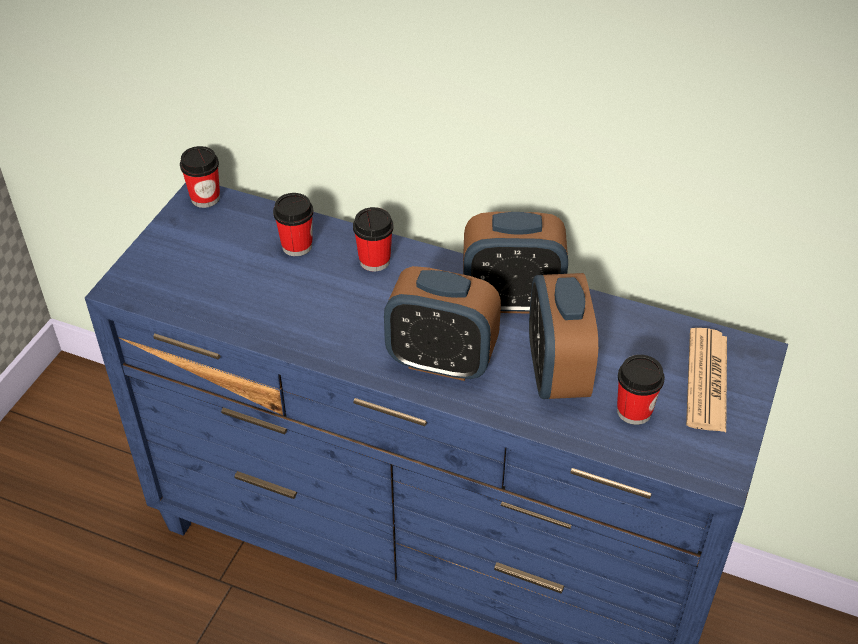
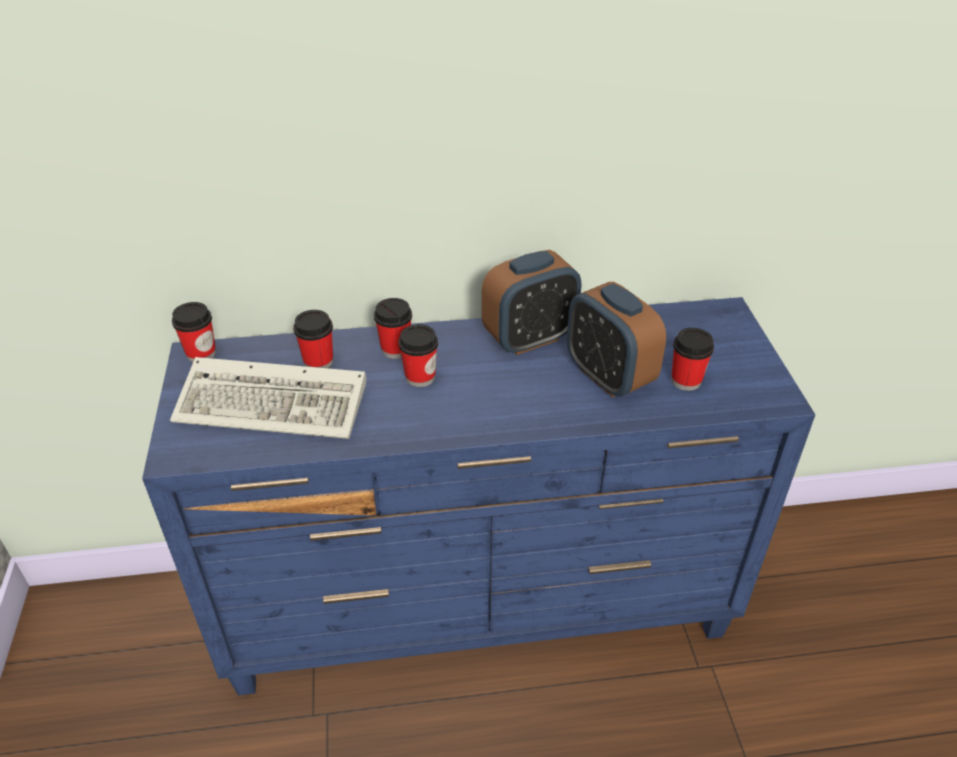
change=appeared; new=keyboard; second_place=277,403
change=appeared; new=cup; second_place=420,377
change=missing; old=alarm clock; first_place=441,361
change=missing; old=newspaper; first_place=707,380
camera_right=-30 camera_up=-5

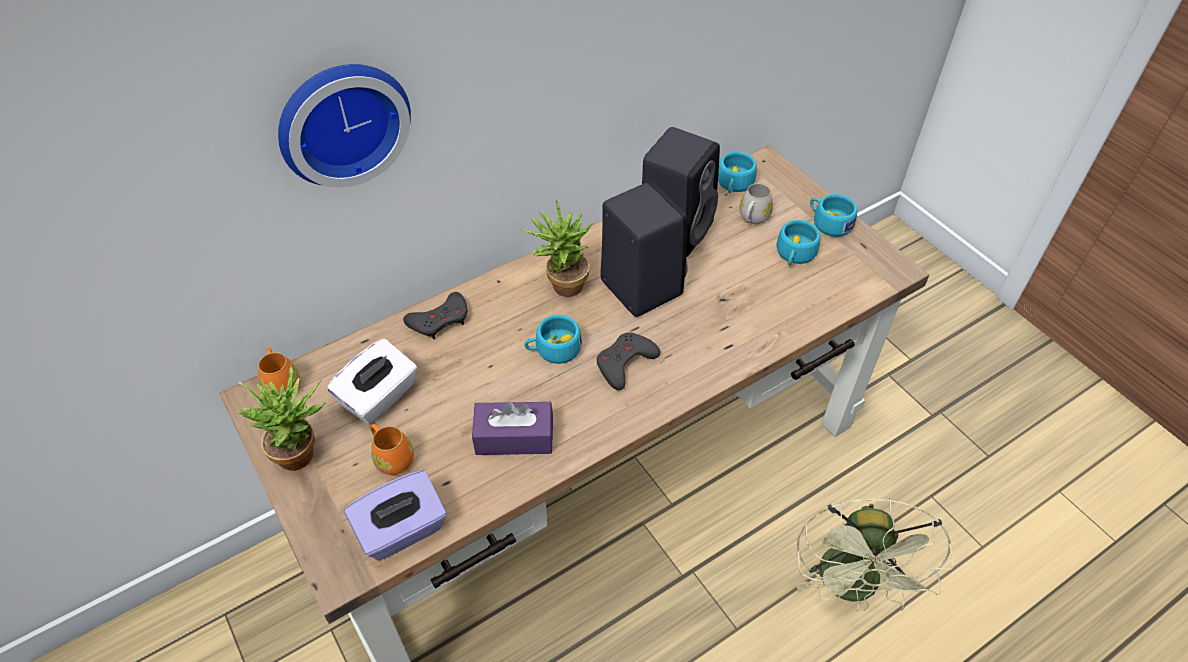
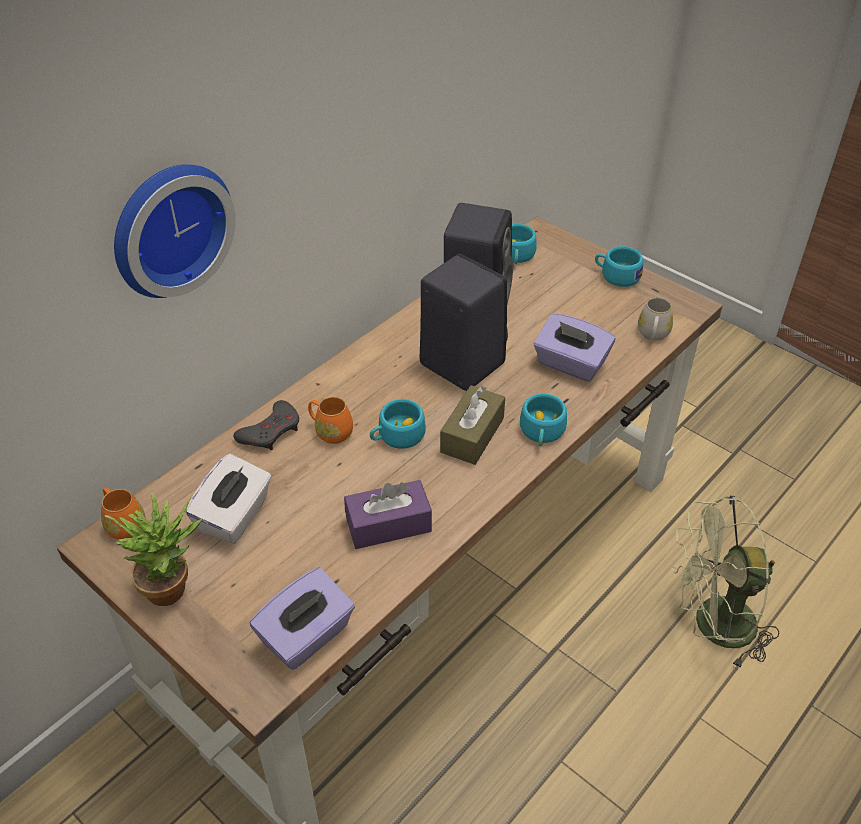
change=relocated; old=orange mug; first_place=391,457; second_place=330,431
change=exchanged; old=grey game controller; new=brown tissue box; first_place=625,363; second_place=472,435
change=relocated; old=turquoise cup; first_place=794,255; second_place=541,433
change=appeared; new=purple tissue box; second_place=570,364
change=relocated; old=white mug; first_place=752,218; second_place=652,335
change=spun; old=green fan; first_place=852,588; second_place=712,627; degrees=90
change=missing; old=potted plant; first_place=561,285
camera_right=-15 camera_up=-5

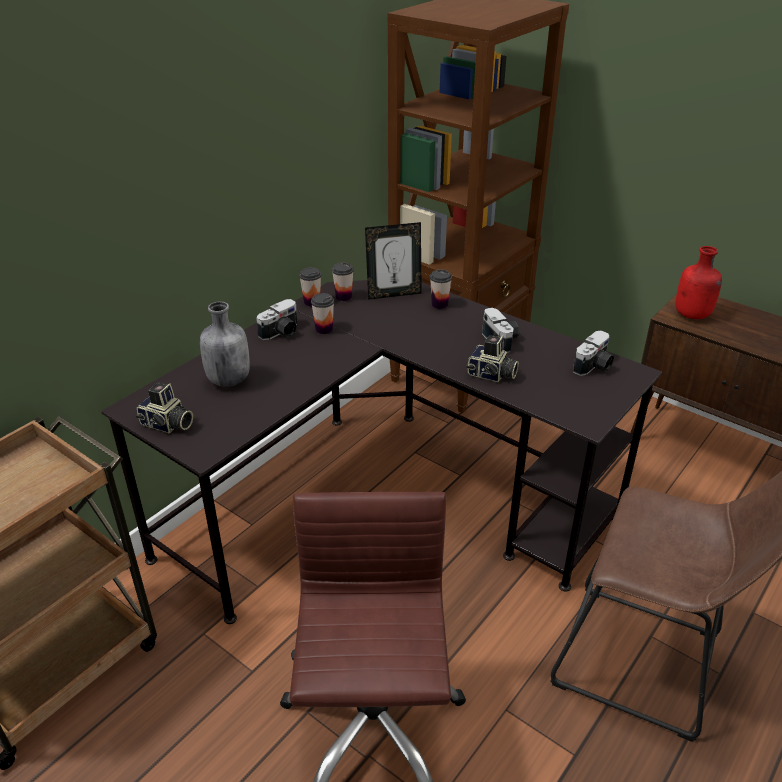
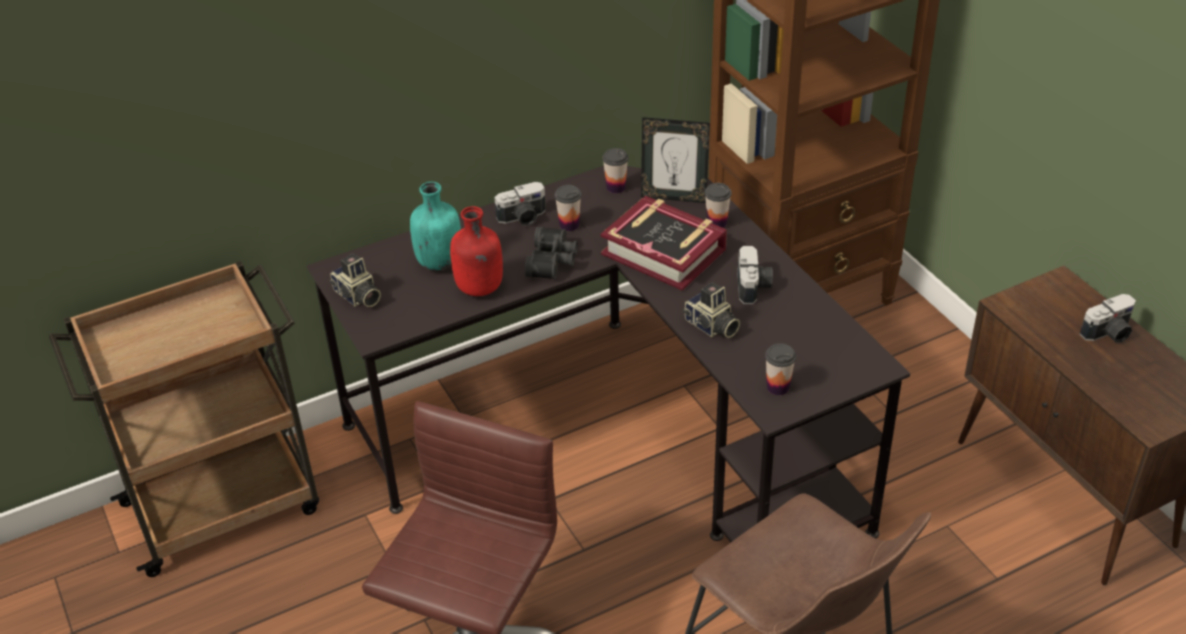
change=colour; old=grey bottle; new=turquoise bottle; first_place=228,379; second_place=439,261
change=relocated; old=red bottle; first_place=692,315; second_place=479,288
change=appeared; new=black binoculars; second_place=553,261
change=appeared; new=book; second_place=664,251
change=relocated; old=cup; first_place=312,302; second_place=778,387
change=relocated; old=photo camera; first_place=594,366; second_place=1109,333
camera_right=25 camera_up=5

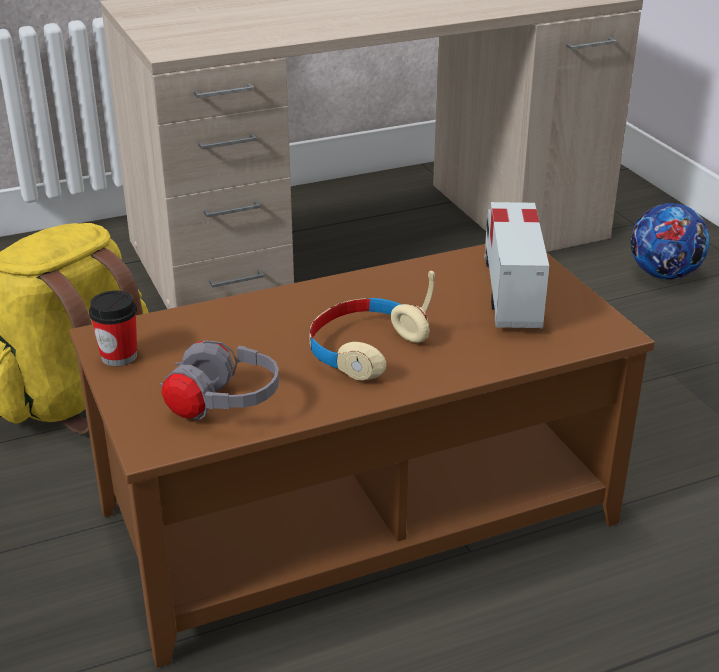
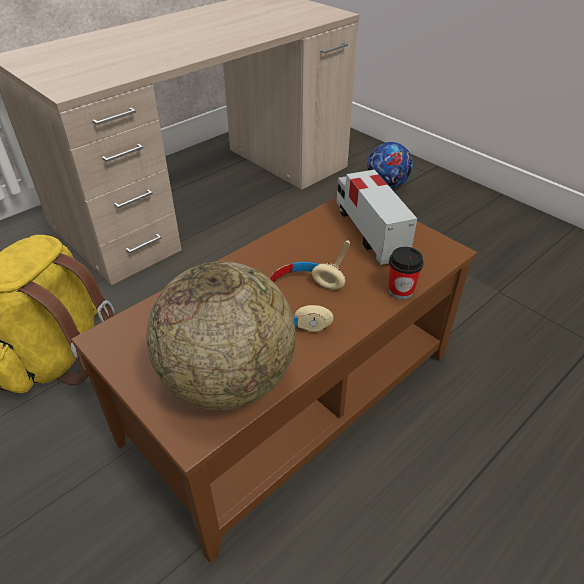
change=exchanged; old=grey headphones; new=globe; first_place=223,406; second_place=228,381
change=relocated; old=cup; first_place=119,356; second_place=400,291
camera_right=-20 camera_up=10

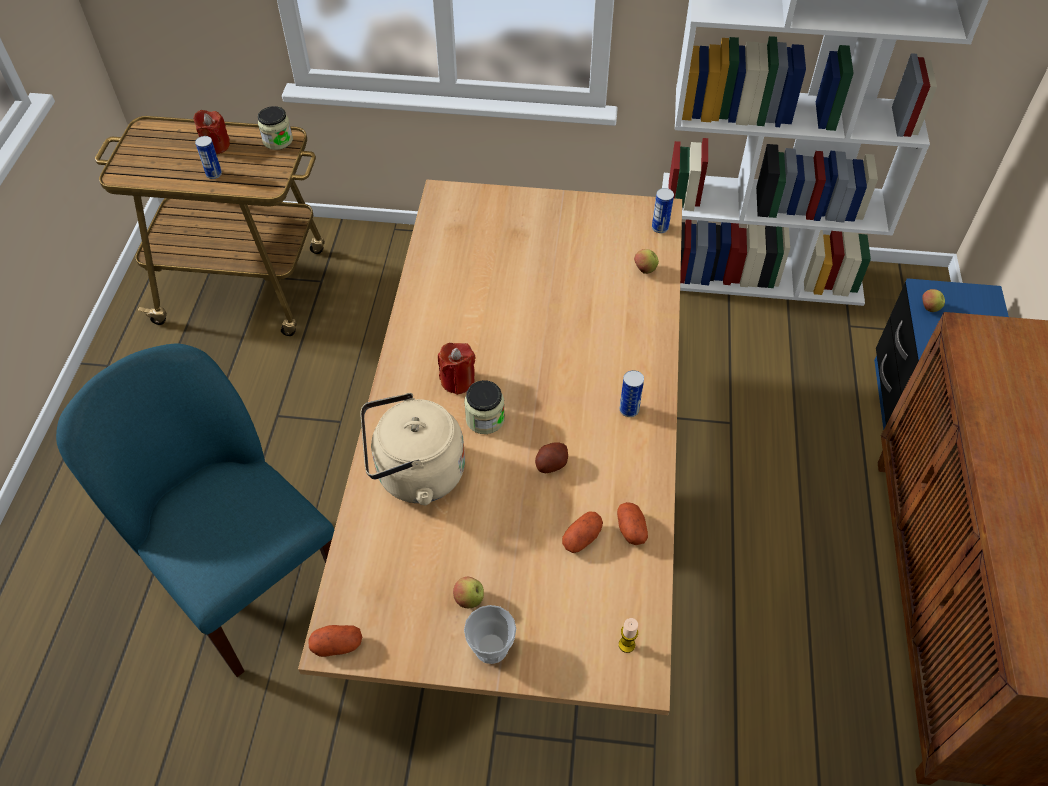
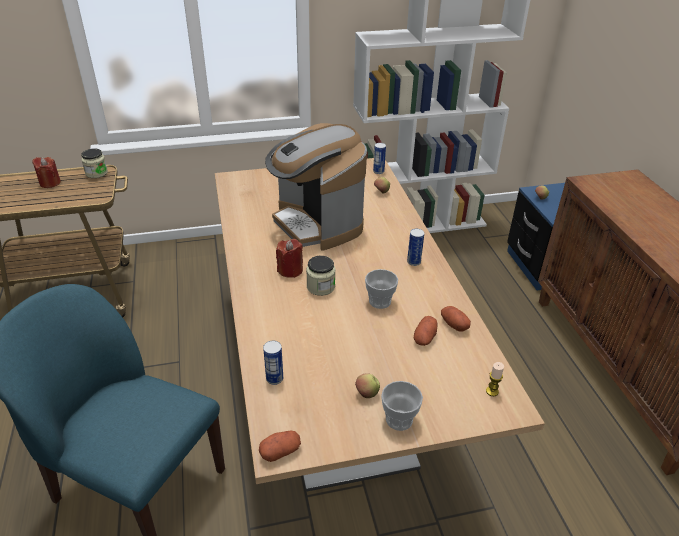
change=relocated; old=can; first_place=214,174; second_place=274,378
change=appeared; new=coffee machine; second_place=317,224
change=exchanged; old=potato; new=cup; first_place=551,464; second_place=380,301
change=missing; old=beige kettle; first_place=415,474
camera_right=-20 camera_up=-15

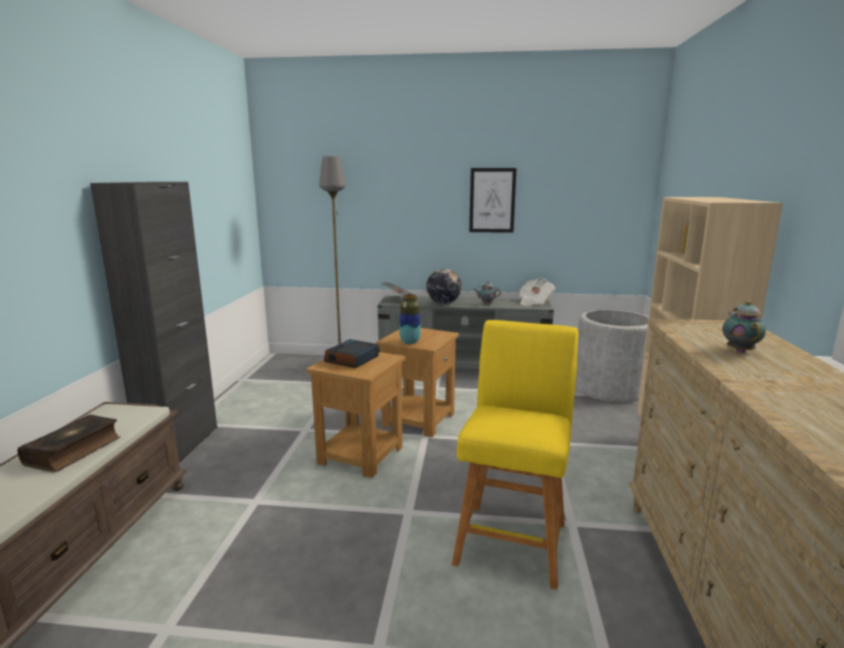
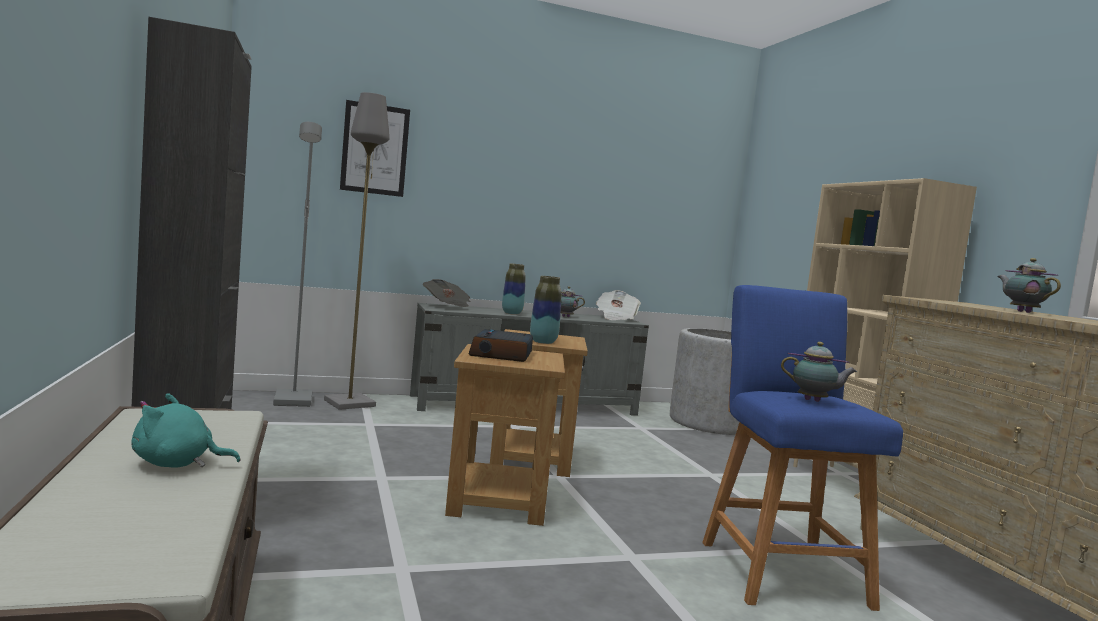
change=exchanged; old=book; new=turquoise plush toy; first_place=74,451; second_place=177,464
change=appeared; new=grey floor lamp; second_place=294,401
change=relocated; old=picture; first_place=492,200; second_place=375,149
change=exchanged; old=globe; new=vase; first_place=443,303; second_place=512,313
change=colour; old=yellow stool; new=blue stool; first_place=512,539; second_place=780,569
change=appeared; new=teapot; second_place=814,401
camera_right=-25 camera_up=-10

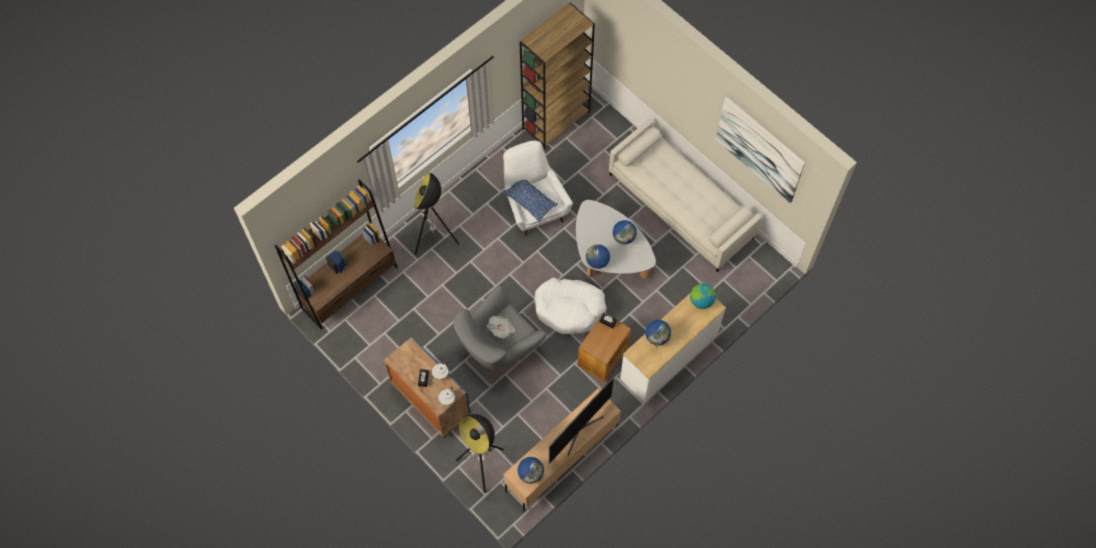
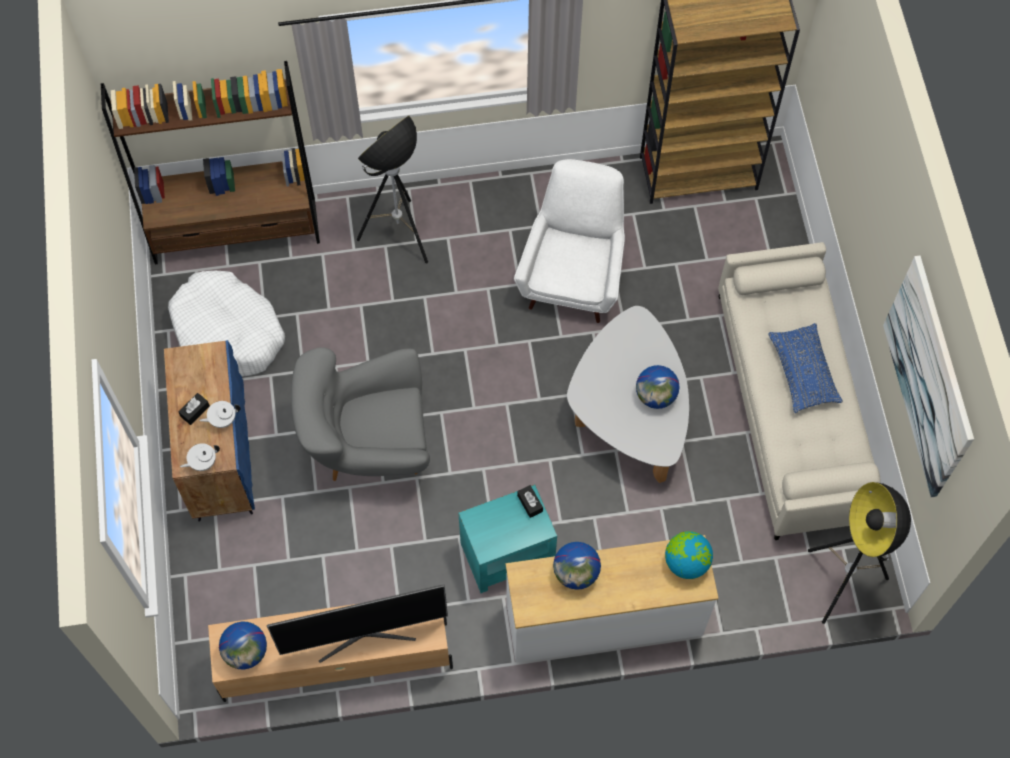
change=relocated; old=white dog bed; first_place=569,309; second_place=228,332
change=colour; old=brown side table; new=turquoise side table; first_place=602,356; second_place=506,554
change=relocated; old=blue pillow; first_place=530,201; second_place=803,372
change=relocated; old=floor lamp; first_place=482,466; second_place=842,583
change=missing; old=newspaper; first_place=501,329
change=missing; old=globe; first_place=597,261
camera_right=35 camera_up=0

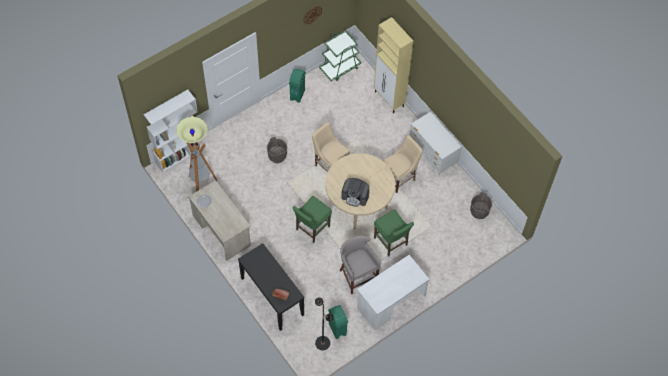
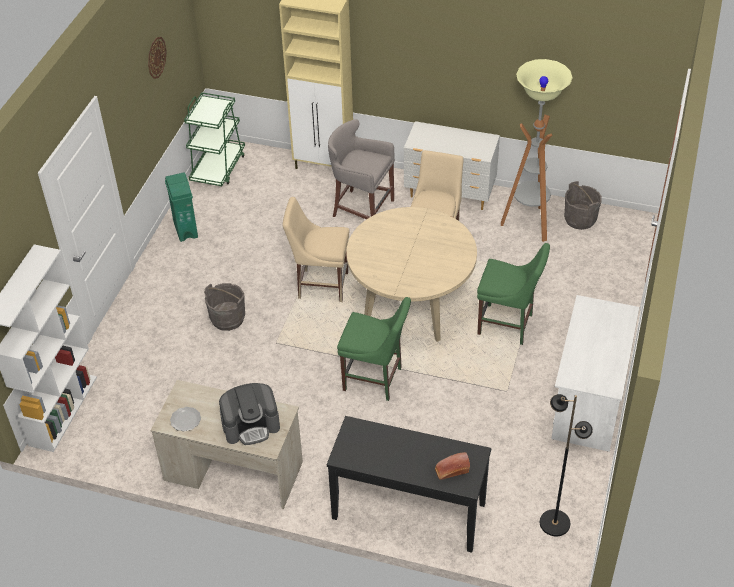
change=relocated; old=coffee machine; first_place=355,196; second_place=251,425
change=relocated; old=grey stool; first_place=357,275; second_place=361,208
change=spun; old=green chair; first_place=311,229; second_place=375,380; degrees=-75
change=relocated; old=floor lamp; first_place=201,184; second_place=529,224
change=missing; old=green trash can; first_place=337,329
camera_right=-35 camera_up=-15

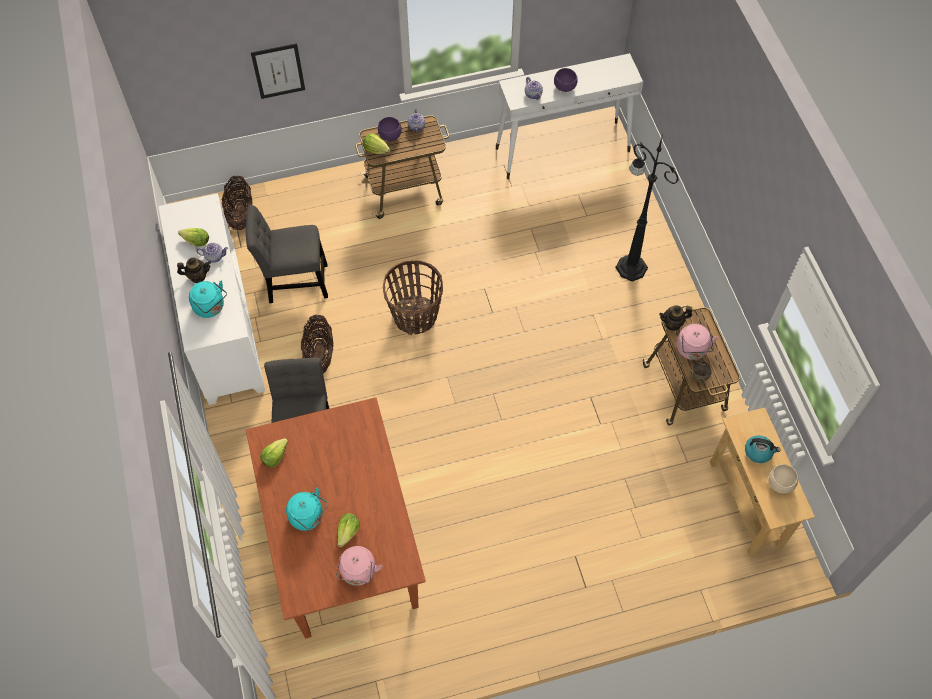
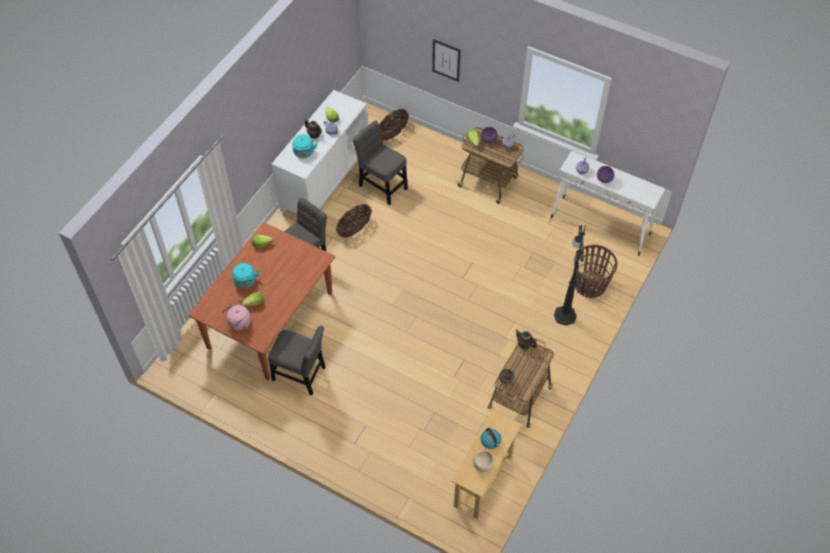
change=appeared; new=grey chair; second_place=301,375
change=relocated; old=basket; first_place=415,316; second_place=590,285
change=missing; old=pink kettle; first_place=692,350
camera_right=45 camera_up=-5

